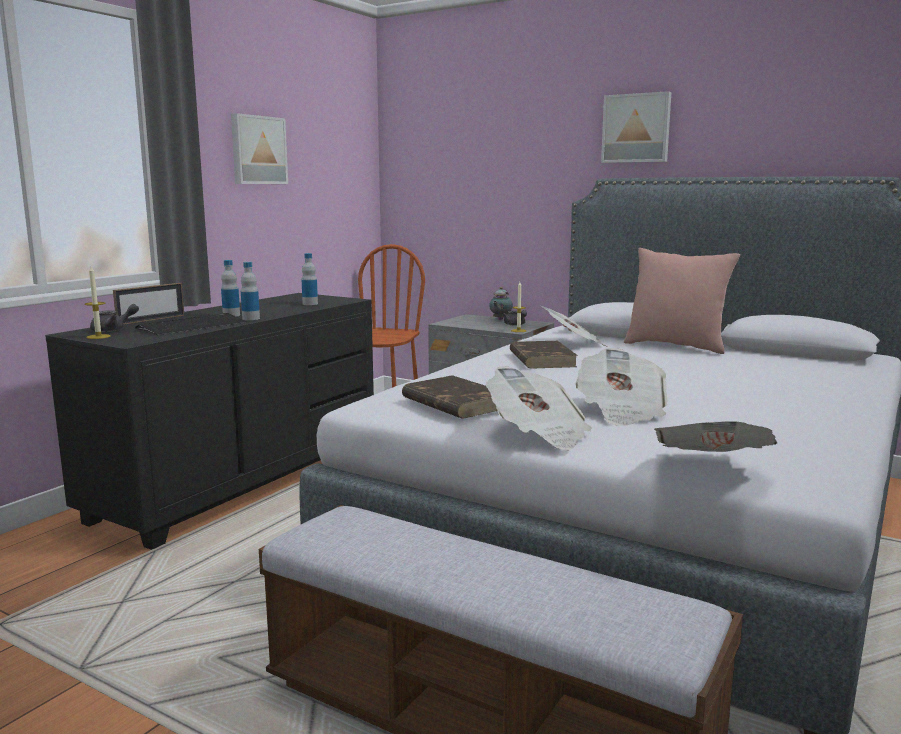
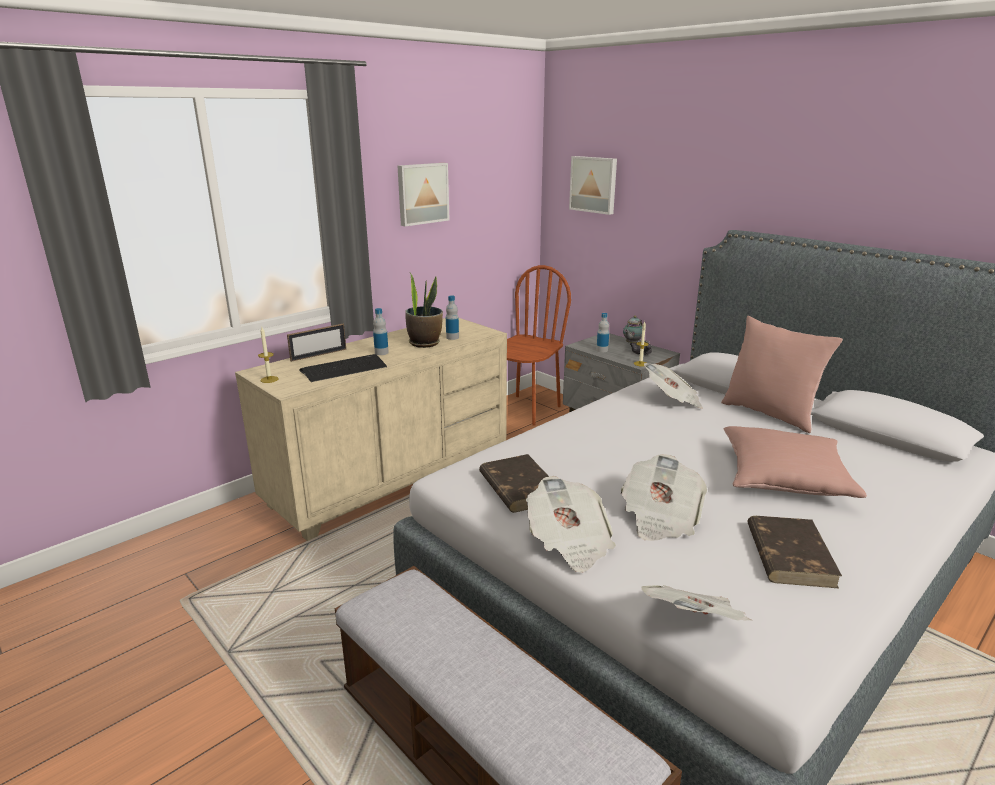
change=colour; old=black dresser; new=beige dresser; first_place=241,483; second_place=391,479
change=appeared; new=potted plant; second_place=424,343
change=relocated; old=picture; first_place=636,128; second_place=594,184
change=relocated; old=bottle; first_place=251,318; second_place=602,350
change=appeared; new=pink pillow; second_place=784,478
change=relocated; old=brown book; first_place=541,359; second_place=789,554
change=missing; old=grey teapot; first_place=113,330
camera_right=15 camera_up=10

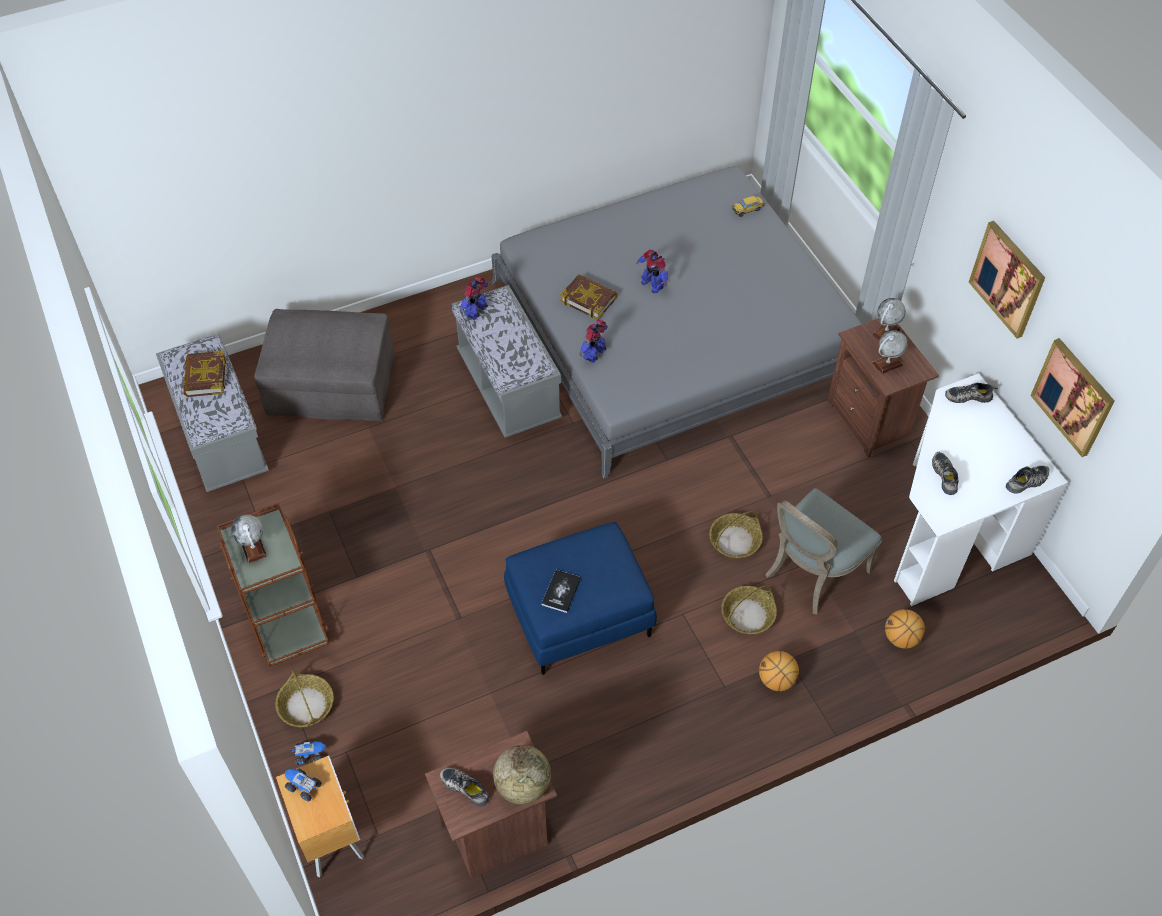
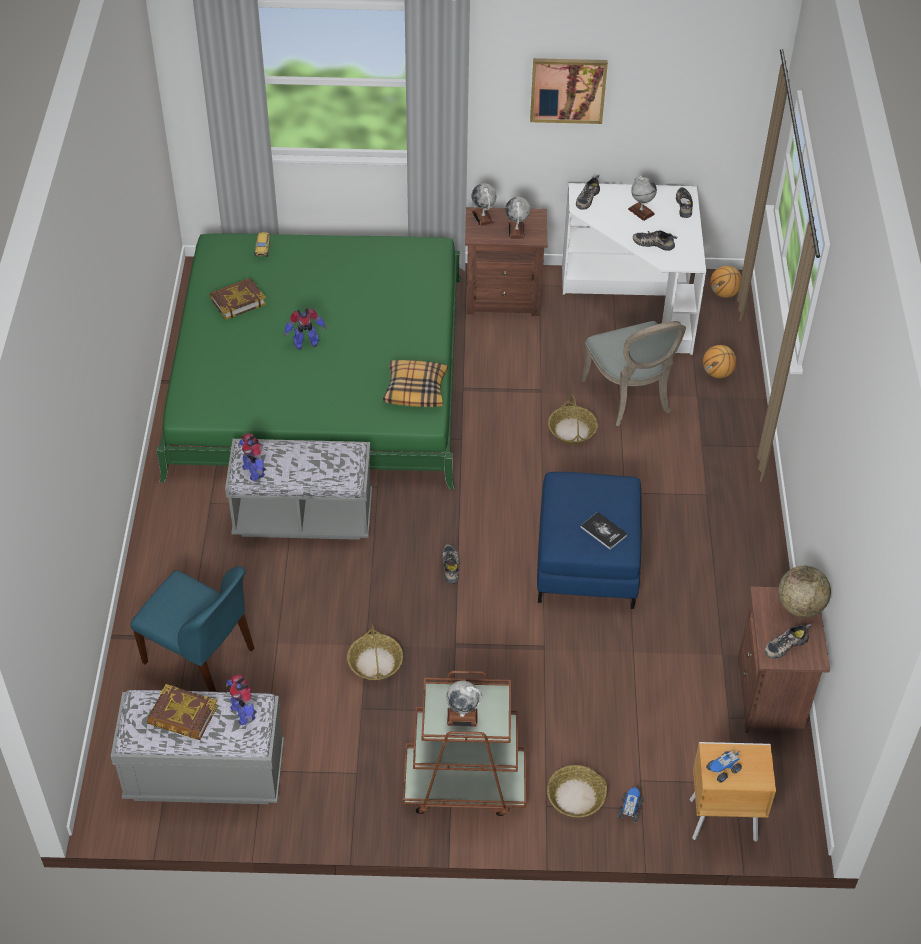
change=exchanged; old=grey ottoman; new=blue chair; first_place=330,386; second_place=201,657
change=colour; old=grey bed; new=green bed; first_place=674,328; second_place=318,375
change=relocated; old=book; first_place=588,299; second_place=238,301
change=relocated; old=toy robot; first_place=595,354; second_place=243,712
change=relocated; old=basket; first_place=748,615; second_place=375,662
change=appeared; new=pillow; second_place=415,389
change=appeared; new=shoe; second_place=451,566
change=appeared; new=globe; second_place=641,211
change=relocated; old=basketball; first_place=776,680; second_place=724,293
change=missing; old=picture; first_place=1073,397
camera_right=-65 camera_up=-5

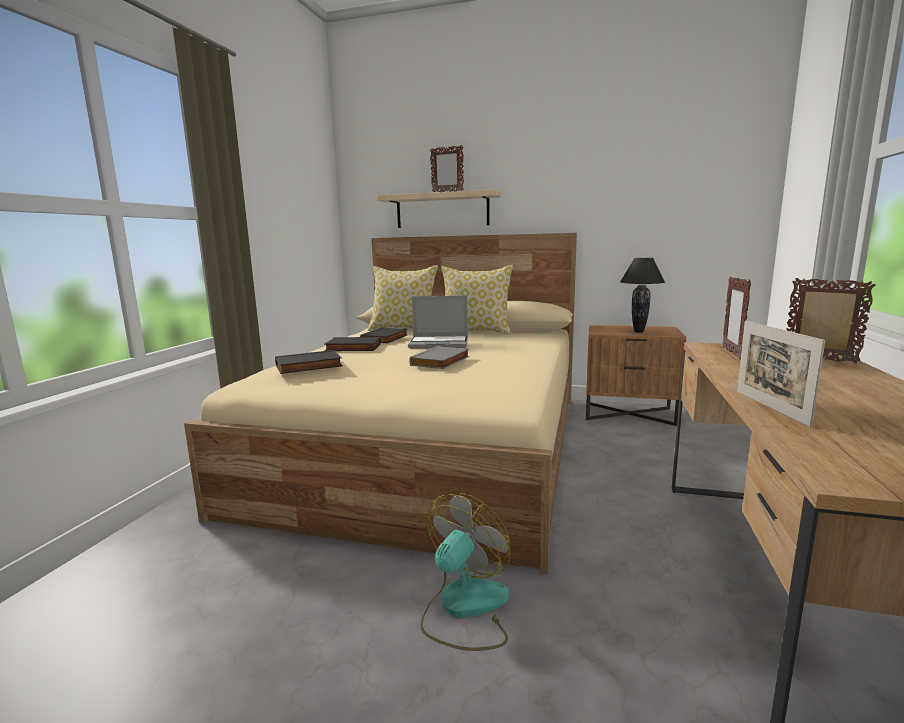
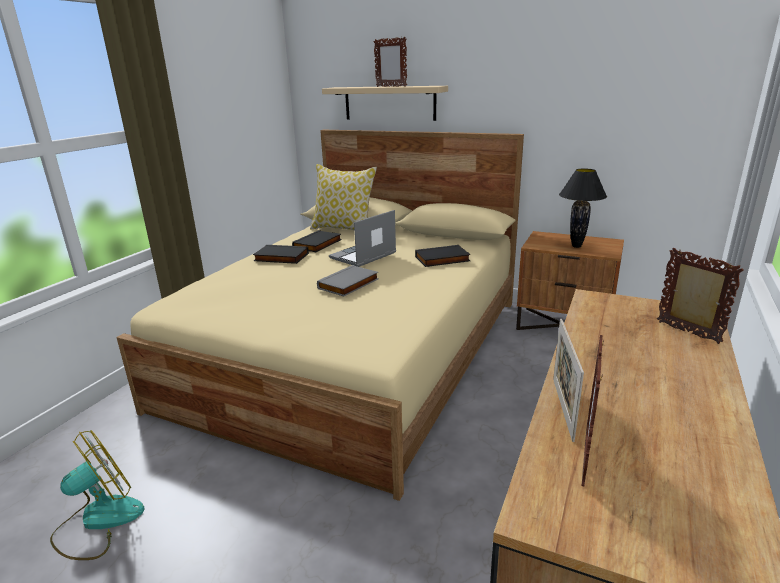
change=relocated; old=fan; first_place=464,609; second_place=98,521
change=spun; old=laptop; first_place=440,343; second_place=363,256; degrees=120
change=relocated; old=black book; first_place=308,366; second_place=442,259
change=relocated; old=picture frame; first_place=731,353; second_place=585,456
change=missing; old=pillow; first_place=476,332
camera_right=10 camera_up=10

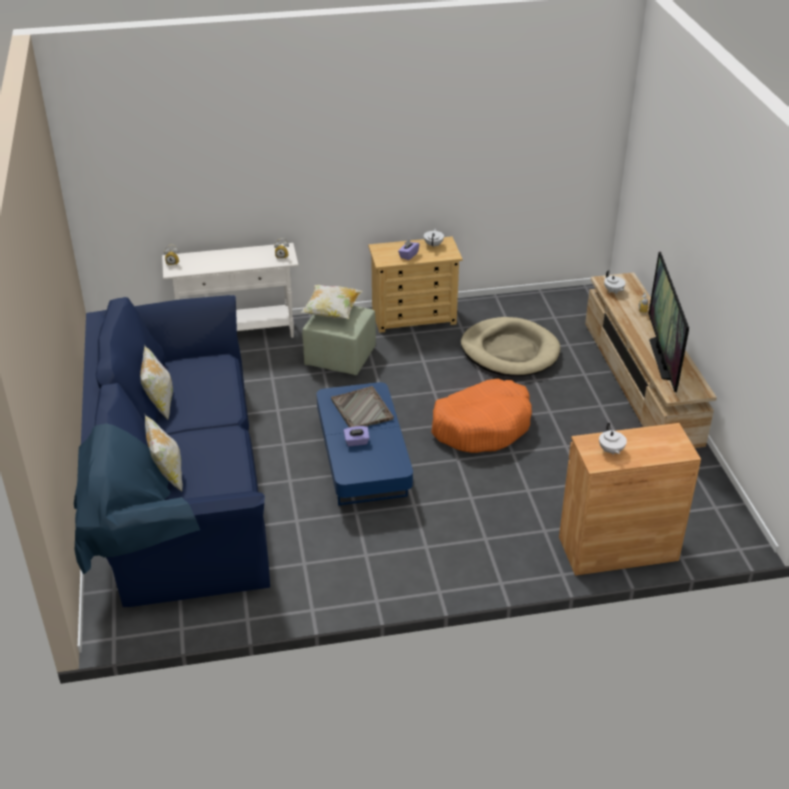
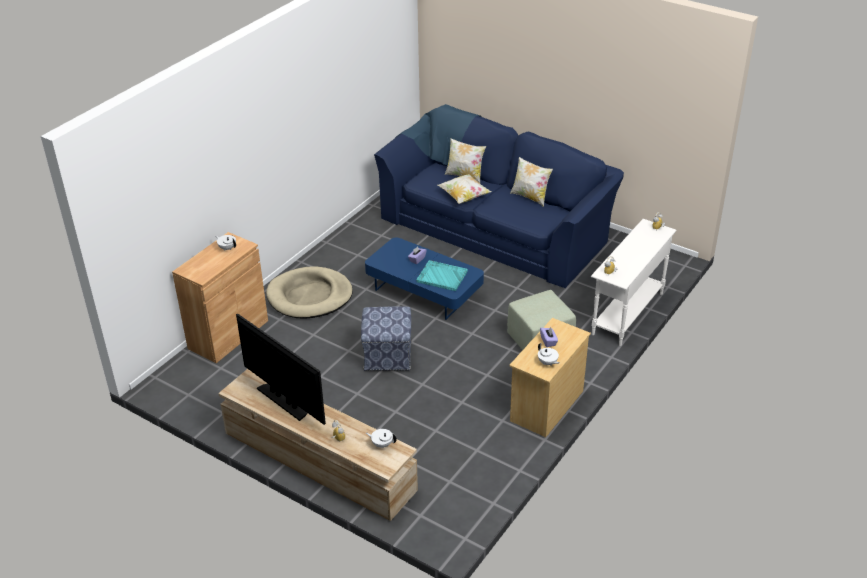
change=relocated; old=beige dog bed; first_place=509,351; second_place=310,296
change=exchanged; old=orange dog bed; new=ottoman; first_place=482,426; second_place=387,355
change=colour; old=grey tray; new=turquoise tray; first_place=362,410; second_place=441,276
change=relocated; old=pillow; first_place=332,312; second_place=464,197
camera_right=135 camera_up=0

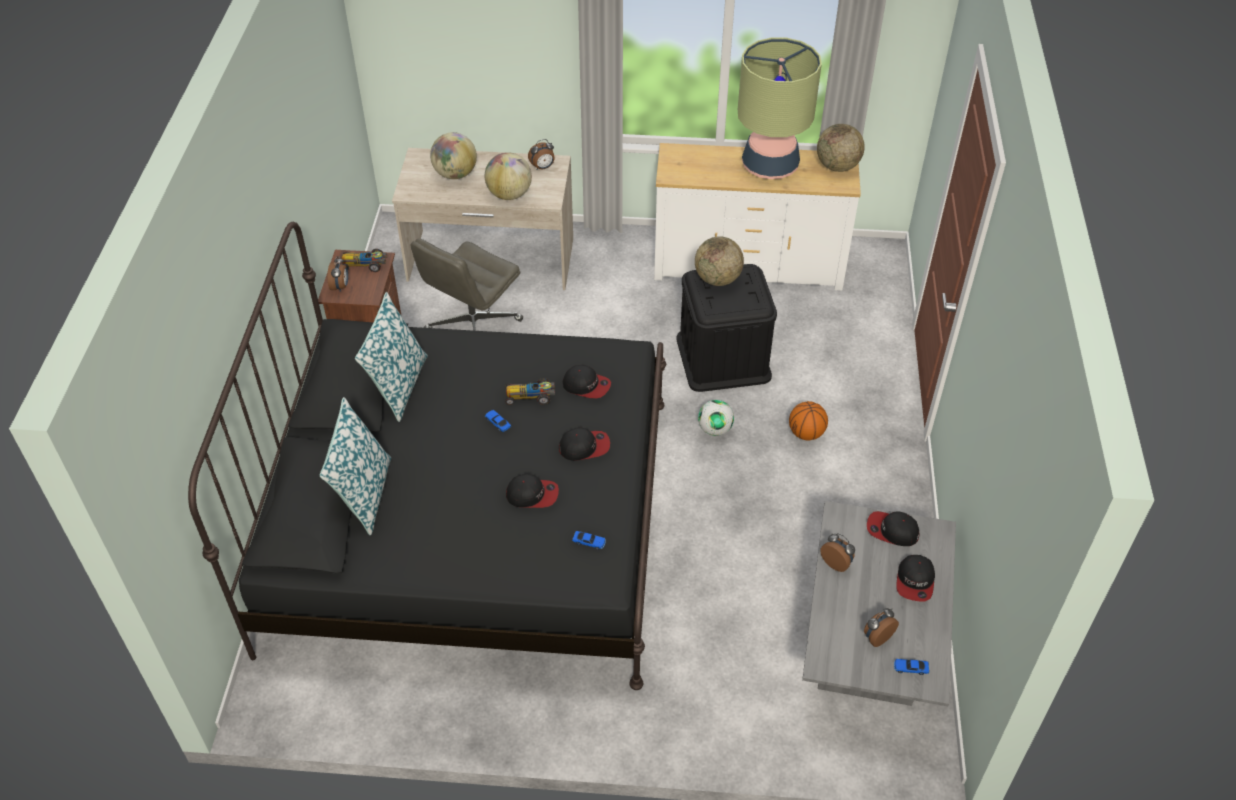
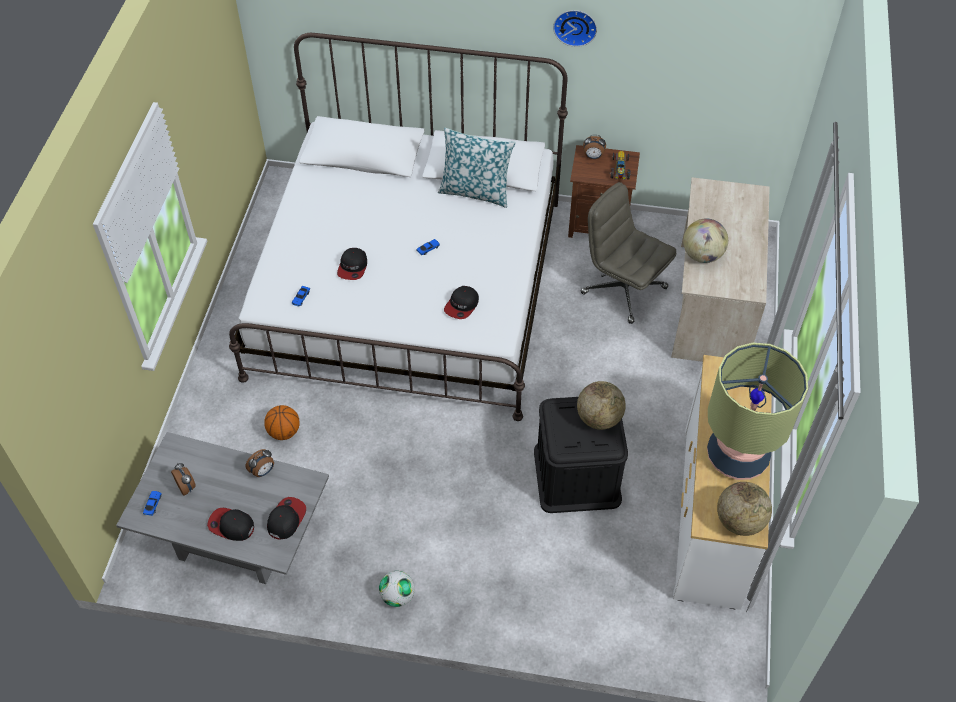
change=colour; old=black bed; new=white bed; first_place=471,522; second_place=408,287
change=relocated; old=basketball; first_place=806,433; second_place=284,432
change=relocated; old=football; first_place=715,429; second_place=397,596
change=appeared; new=wall clock; second_place=575,26
change=missing; old=pillow; first_place=364,494
change=missing; old=globe; first_place=455,174
change=missing; old=toy car; first_place=530,396
change=missing; old=alarm clock; first_place=542,167
change=missing; old=cap; first_place=584,447
camera_right=95 camera_up=5

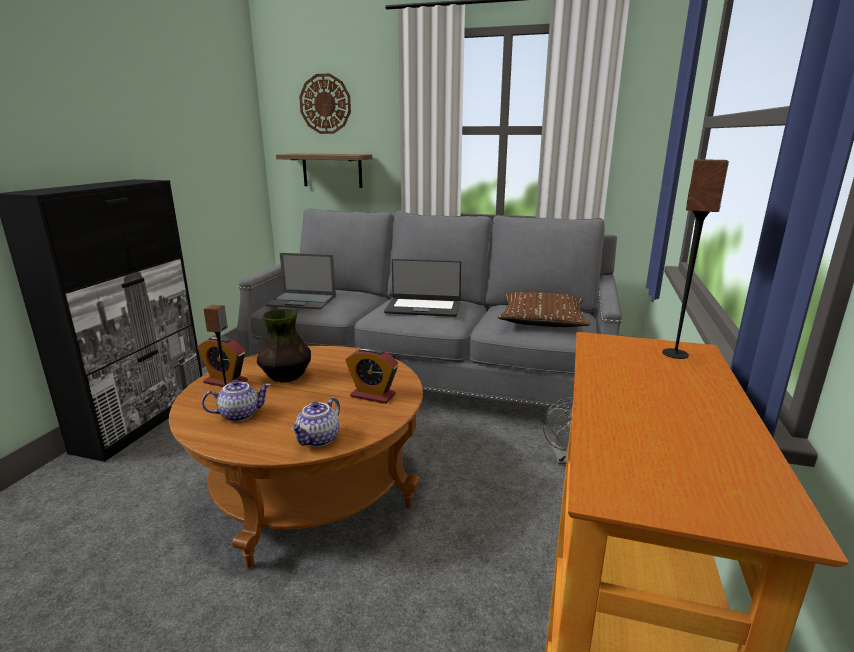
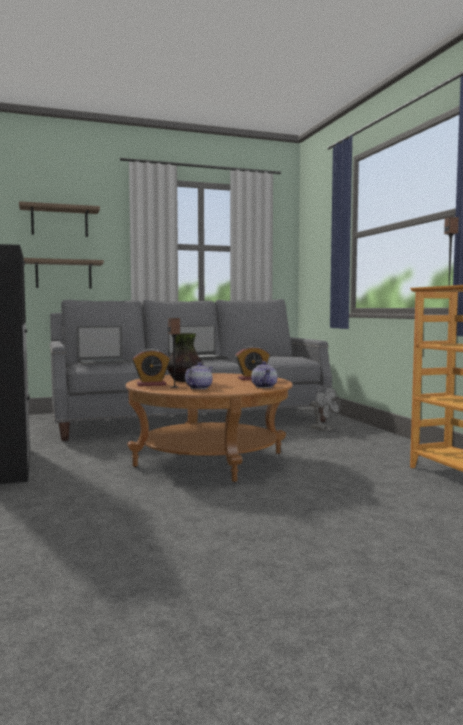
change=exchanged; old=wall clock; new=shelf; first_place=325,104; second_place=59,222
change=missing; old=brown pillow; first_place=542,320
camera_right=-35 camera_up=-15

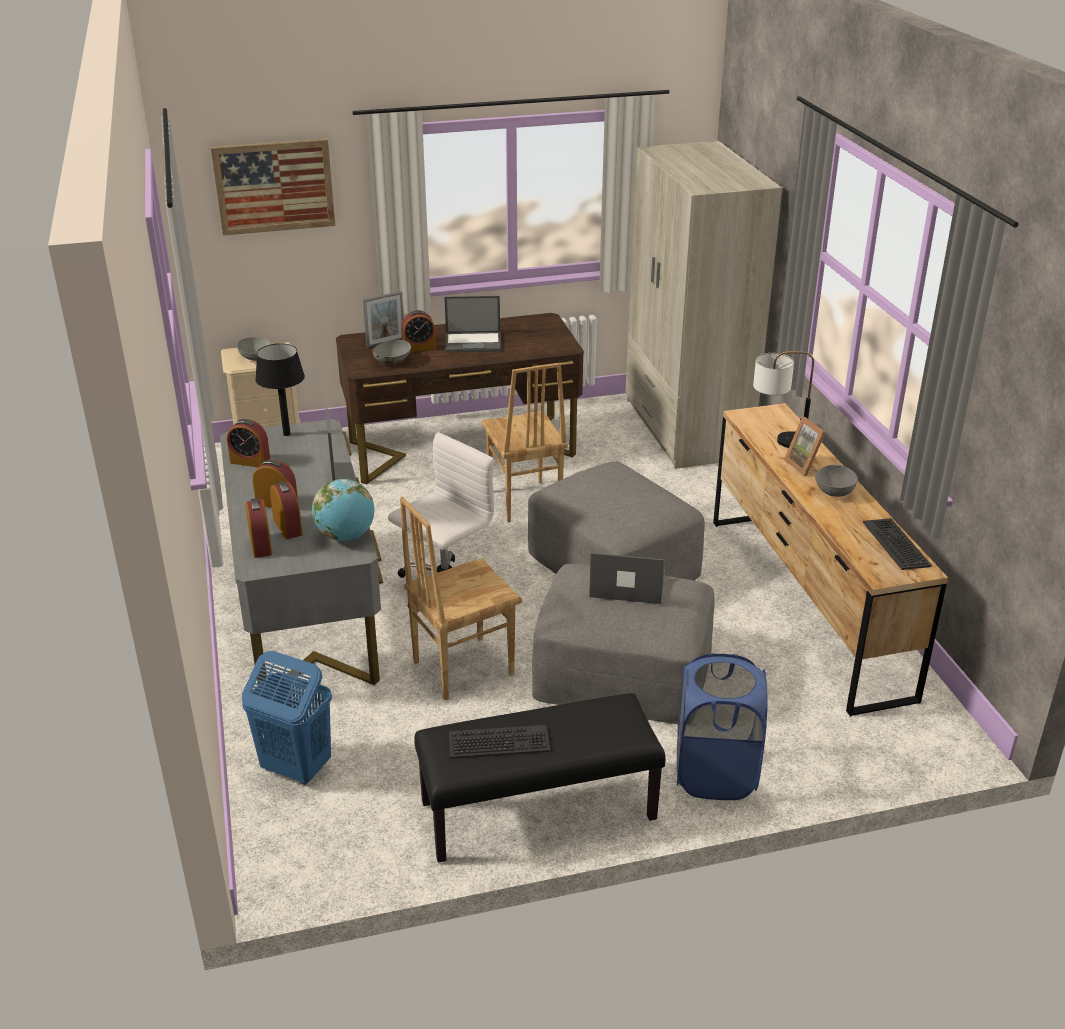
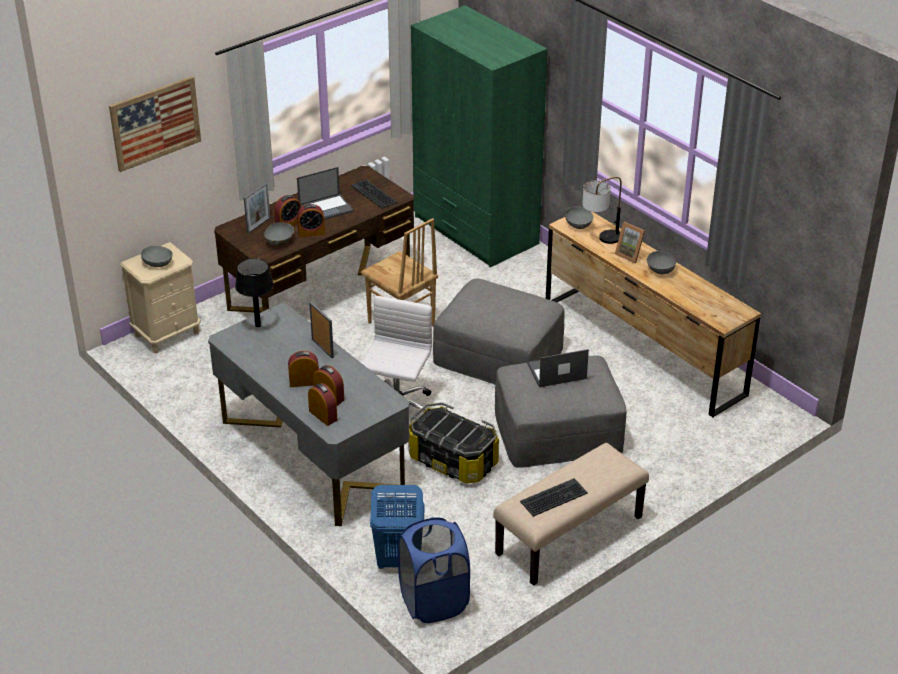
change=relocated; old=alarm clock; first_place=250,461; second_place=311,232
change=relocated; old=keyboard; first_place=896,544; second_place=374,194
change=relocated; old=blue laundry basket; first_place=715,774; second_place=434,602
change=exchanged; old=brown chair; new=storage box; first_place=461,667; second_place=452,461
change=colour; old=beige wardrobe; new=green wardrobe; first_place=685,429; second_place=475,231
change=colour; old=black bench; new=beige bench; first_place=538,812; second_place=569,536
change=appeared; new=grey bowl; second_place=579,225
change=missing; old=globe; first_place=346,536
camera_right=-25 camera_up=5

